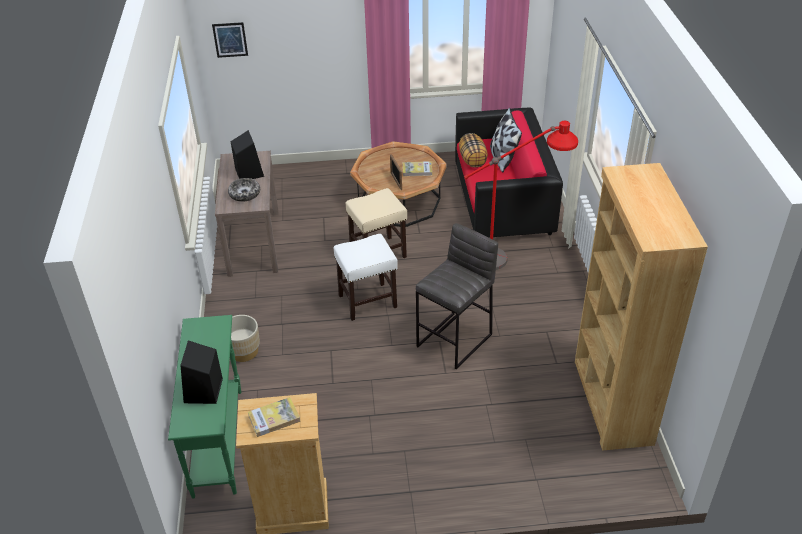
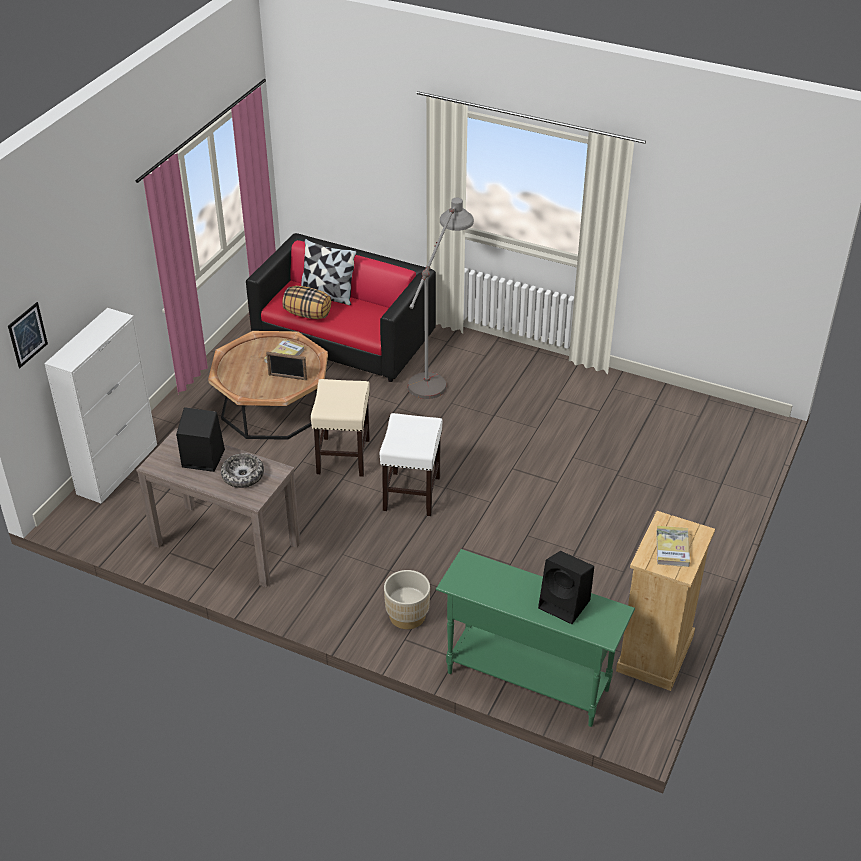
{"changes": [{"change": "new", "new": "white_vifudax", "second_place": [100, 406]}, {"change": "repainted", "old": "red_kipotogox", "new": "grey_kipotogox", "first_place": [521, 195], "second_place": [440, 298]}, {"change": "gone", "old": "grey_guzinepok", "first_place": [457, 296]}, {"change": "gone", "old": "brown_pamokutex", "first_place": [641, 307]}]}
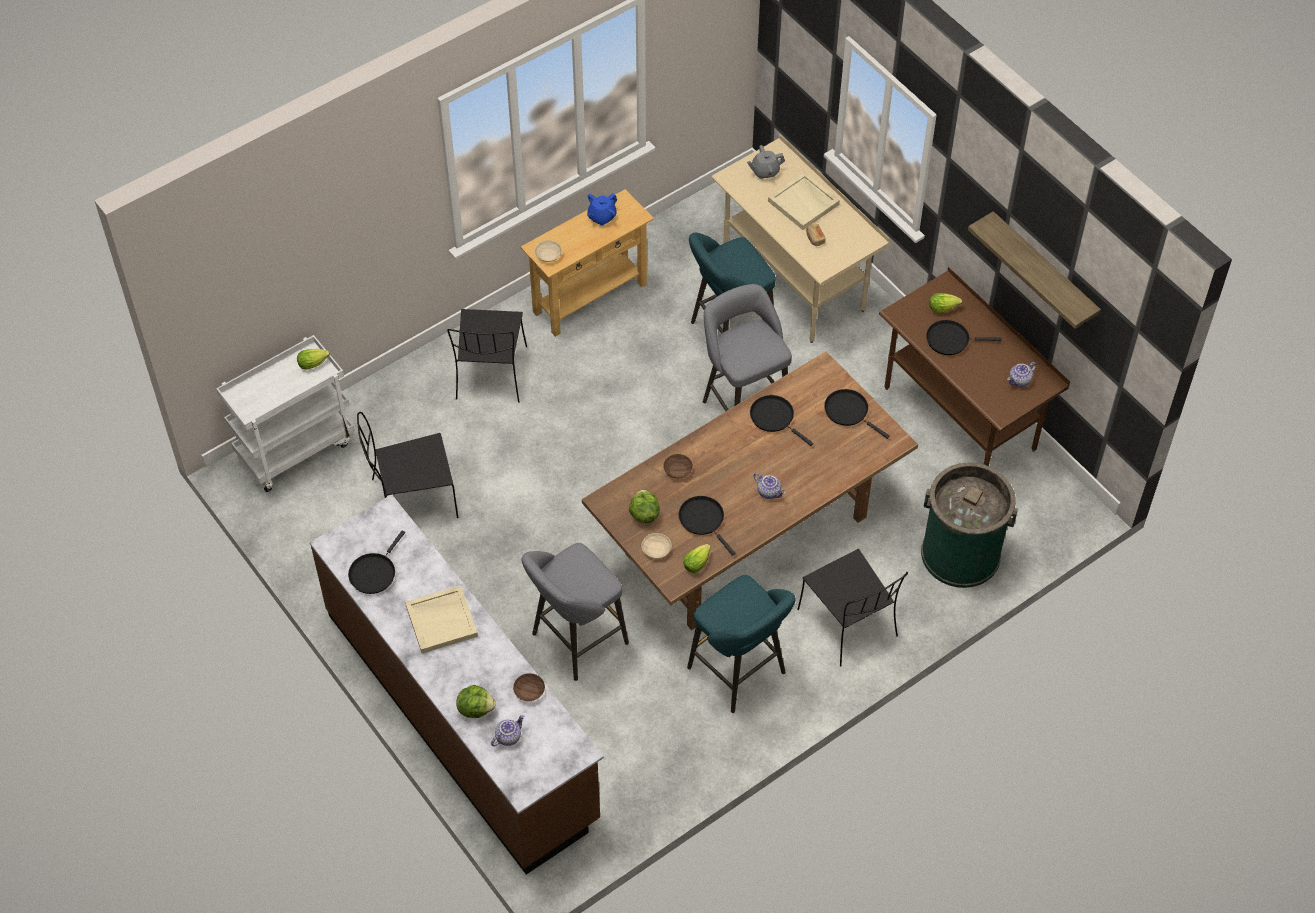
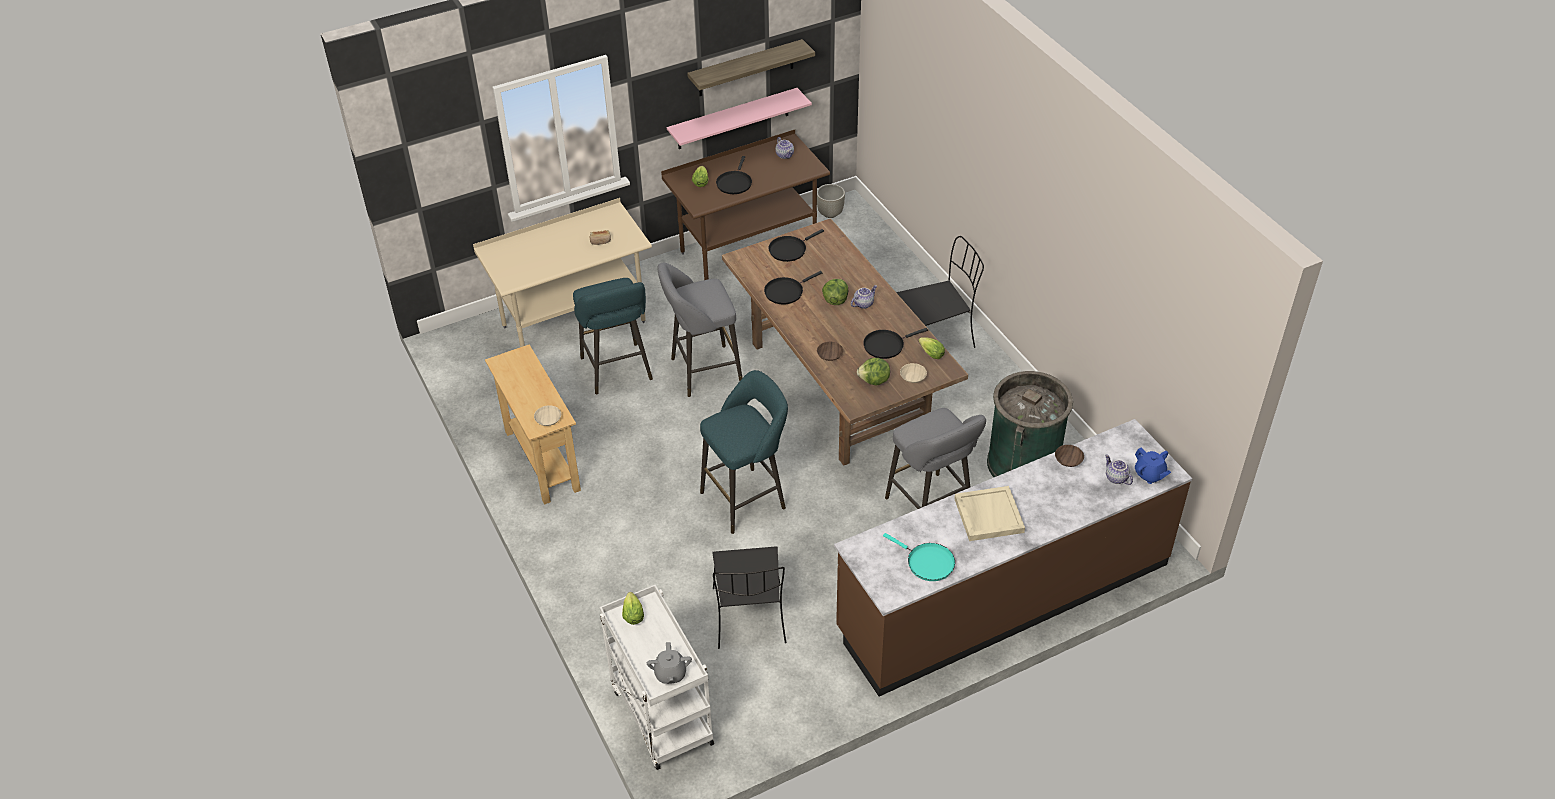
{"changes": [{"change": "shifted", "old": "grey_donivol", "first_place": [766, 162], "second_place": [669, 663]}, {"change": "new", "new": "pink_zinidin", "second_place": [739, 118]}, {"change": "shifted", "old": "turquoise_guzinepok", "first_place": [741, 644], "second_place": [744, 452]}, {"change": "new", "new": "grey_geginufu", "second_place": [831, 201]}, {"change": "shifted", "old": "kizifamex", "first_place": [476, 701], "second_place": [835, 292]}, {"change": "repainted", "old": "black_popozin", "new": "turquoise_popozin", "first_place": [376, 562], "second_place": [919, 557]}, {"change": "shifted", "old": "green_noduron", "first_place": [969, 525], "second_place": [1030, 424]}, {"change": "shifted", "old": "blue_donivol", "first_place": [602, 209], "second_place": [1153, 465]}, {"change": "gone", "old": "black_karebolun", "first_place": [487, 356]}, {"change": "gone", "old": "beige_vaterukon", "first_place": [804, 201]}]}
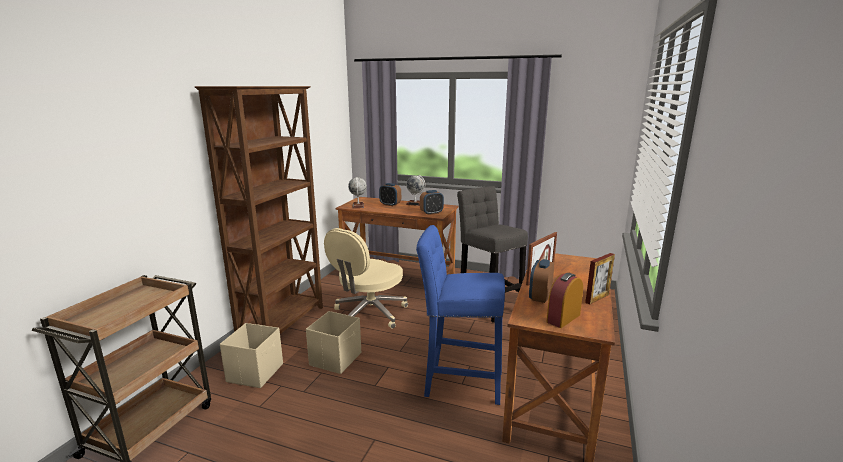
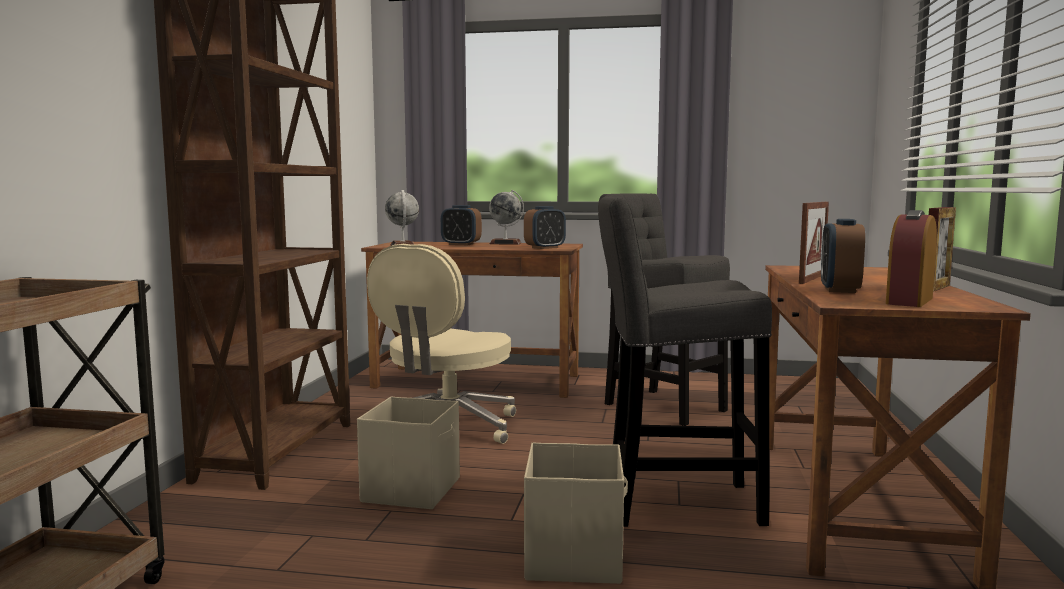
{"changes": [{"change": "shifted", "old": "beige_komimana", "first_place": [251, 355], "second_place": [576, 513]}, {"change": "repainted", "old": "blue_guzinepok", "new": "grey_guzinepok", "first_place": [460, 315], "second_place": [685, 361]}]}
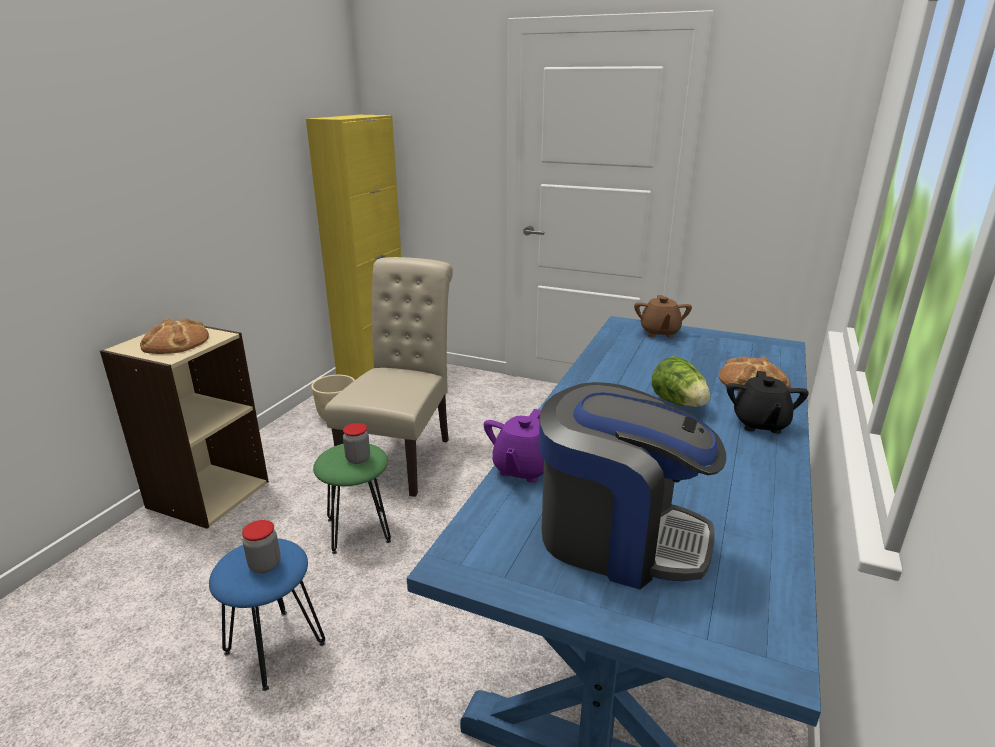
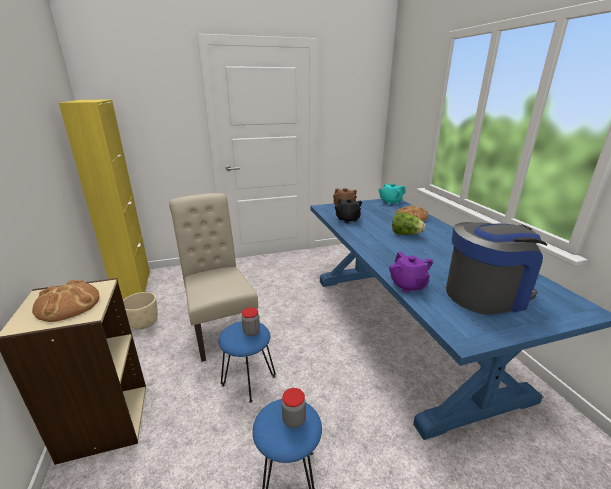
{"changes": [{"change": "repainted", "old": "green_guzinepok", "new": "blue_guzinepok", "first_place": [352, 499], "second_place": [247, 362]}, {"change": "shifted", "old": "black_donivol", "first_place": [768, 402], "second_place": [348, 210]}, {"change": "new", "new": "turquoise_donivol", "second_place": [391, 194]}]}
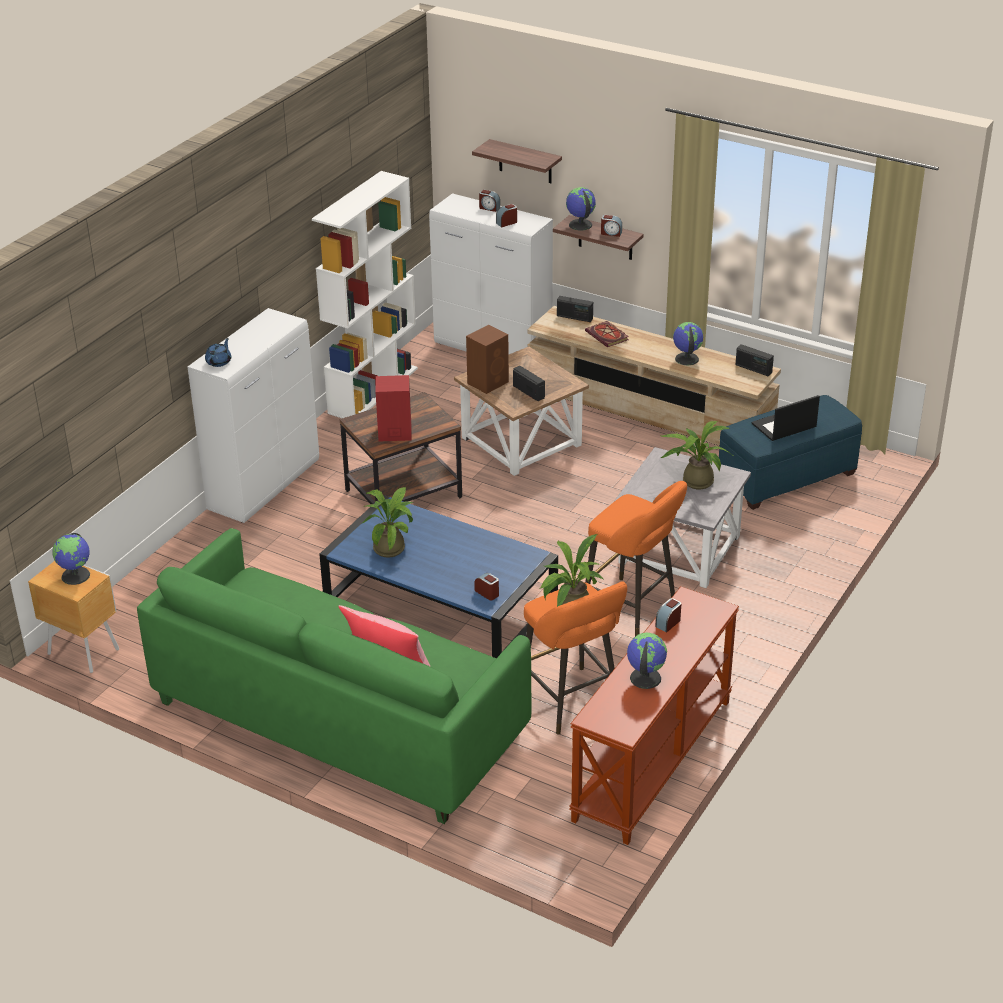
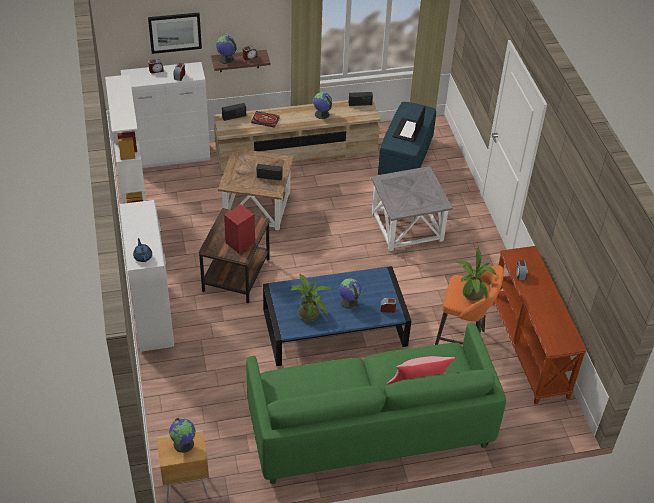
{"changes": [{"change": "swapped", "old": "zinidin", "new": "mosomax", "first_place": [517, 161], "second_place": [175, 33]}, {"change": "shifted", "old": "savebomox", "first_place": [647, 661], "second_place": [350, 293]}, {"change": "gone", "old": "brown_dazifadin", "first_place": [487, 359]}, {"change": "gone", "old": "orange_guzinepok", "first_place": [636, 559]}, {"change": "gone", "old": "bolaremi", "first_place": [698, 455]}]}
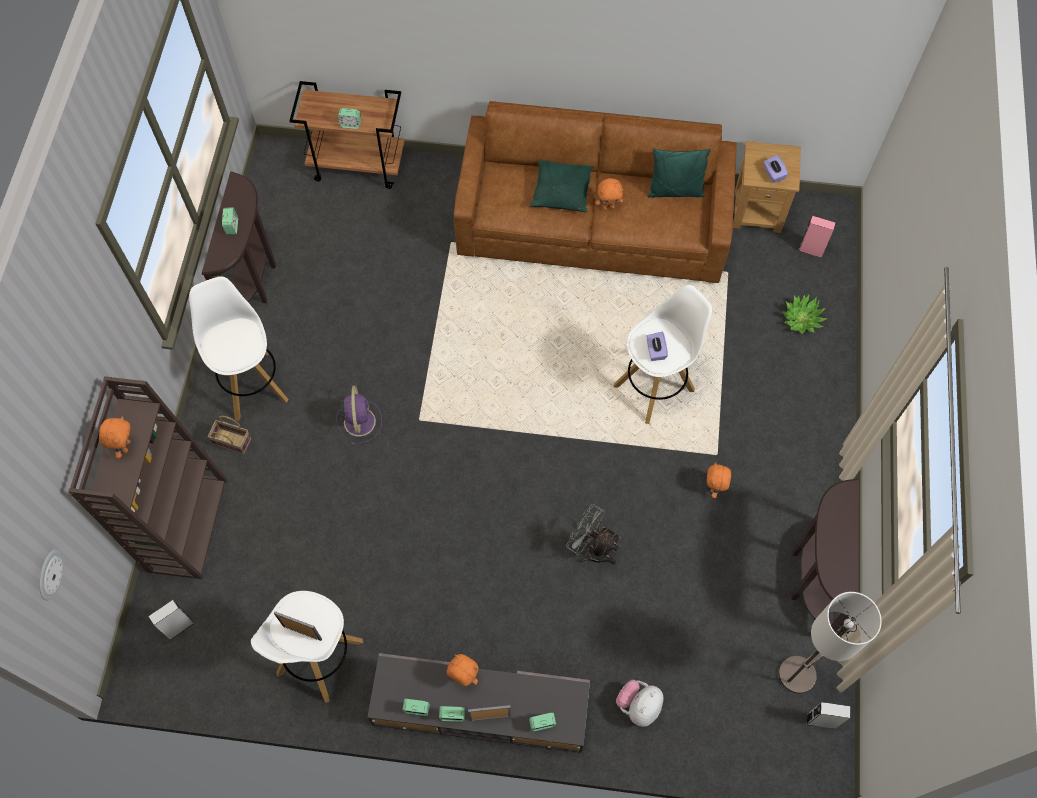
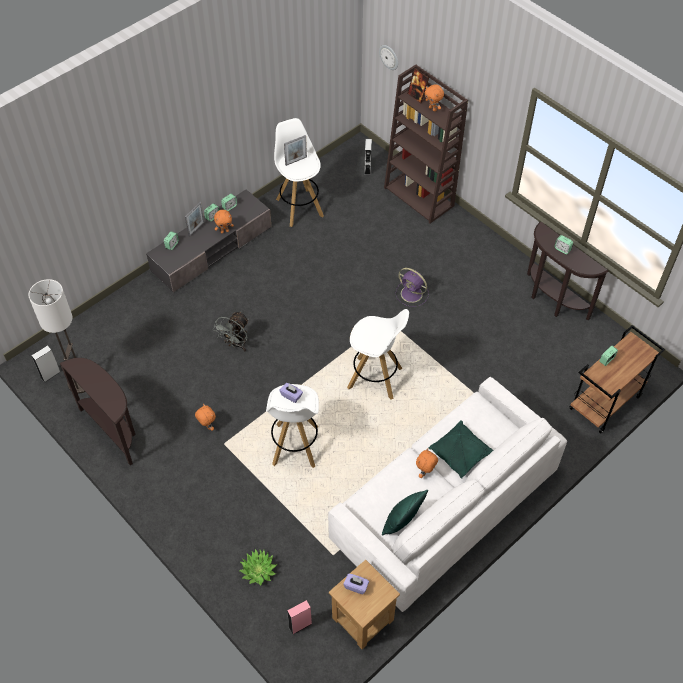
{"changes": [{"change": "rotated", "old": "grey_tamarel", "first_place": [593, 534], "second_place": [231, 331], "degrees": 135}, {"change": "repainted", "old": "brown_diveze", "new": "white_diveze", "first_place": [595, 192], "second_place": [447, 494]}, {"change": "shifted", "old": "white_guzinepok", "first_place": [239, 348], "second_place": [378, 354]}, {"change": "new", "new": "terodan", "second_place": [418, 86]}, {"change": "gone", "old": "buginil", "first_place": [229, 435]}, {"change": "gone", "old": "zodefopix", "first_place": [640, 703]}]}
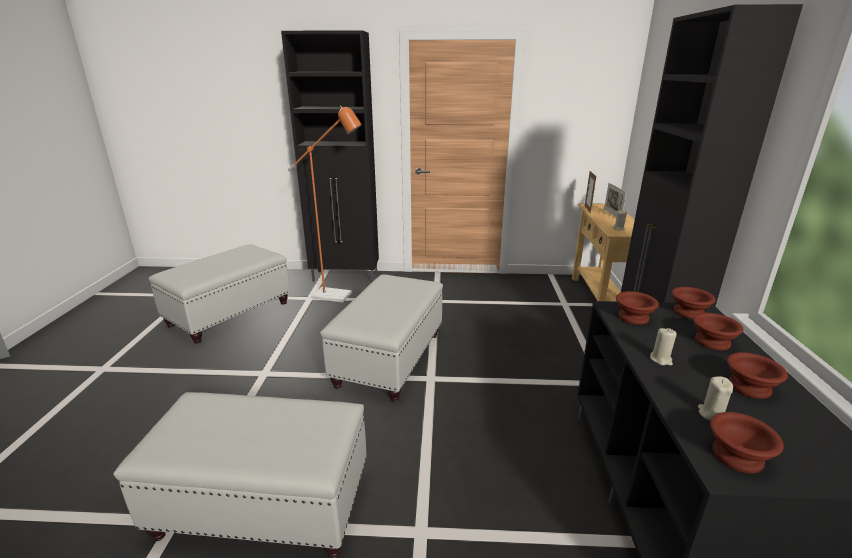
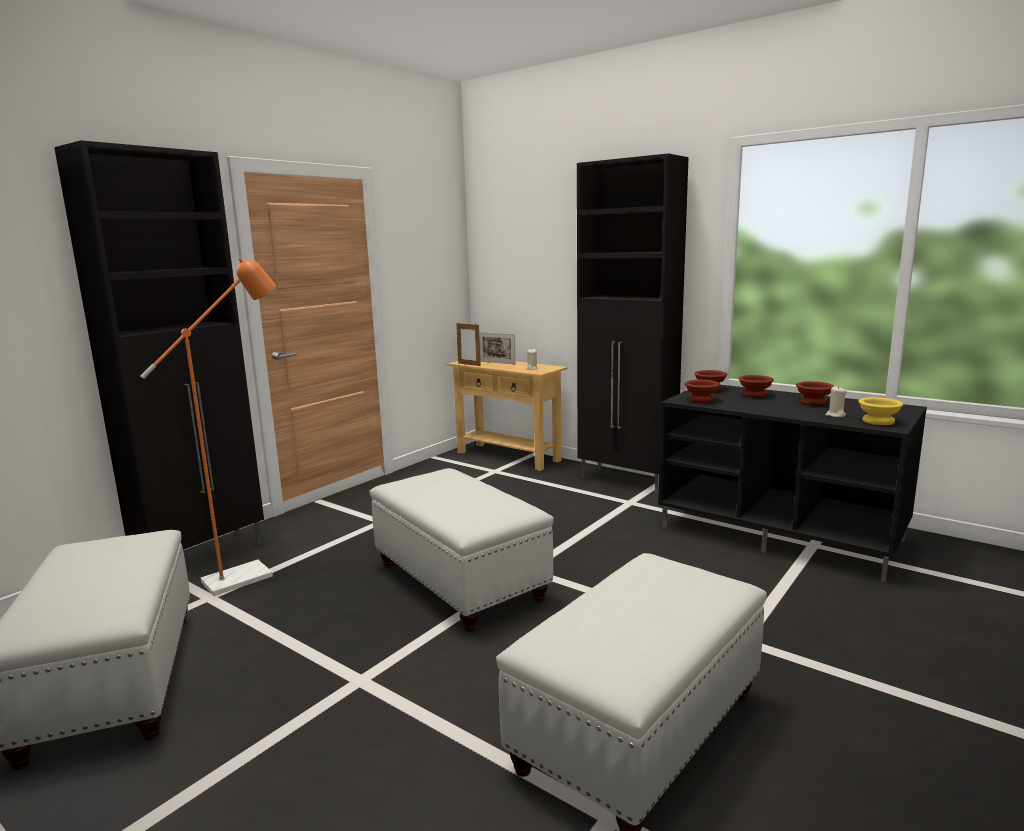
{"changes": [{"change": "repainted", "old": "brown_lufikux", "new": "yellow_lufikux", "first_place": [747, 442], "second_place": [880, 411]}, {"change": "gone", "old": "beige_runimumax", "first_place": [663, 346]}]}
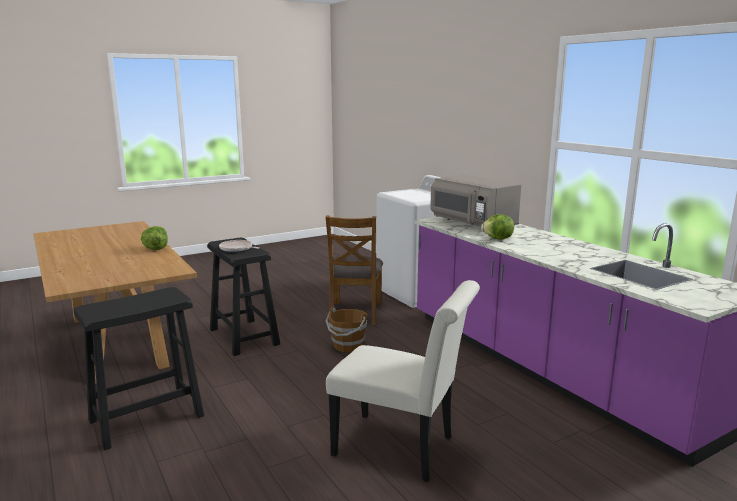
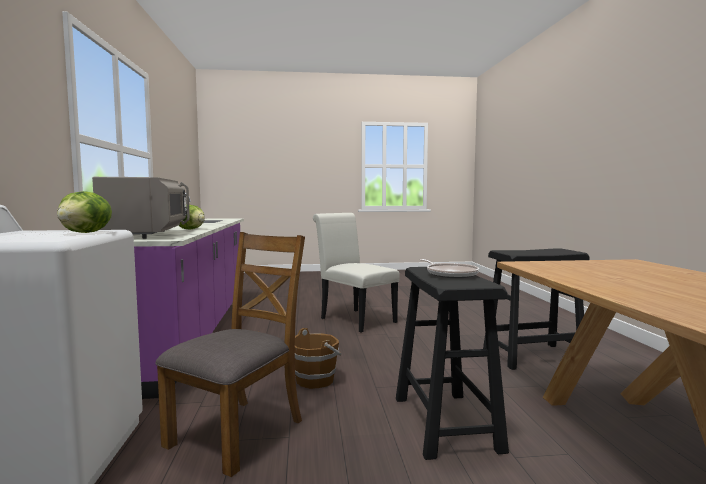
{"changes": [{"change": "shifted", "old": "kizifamex", "first_place": [154, 238], "second_place": [84, 212]}]}
